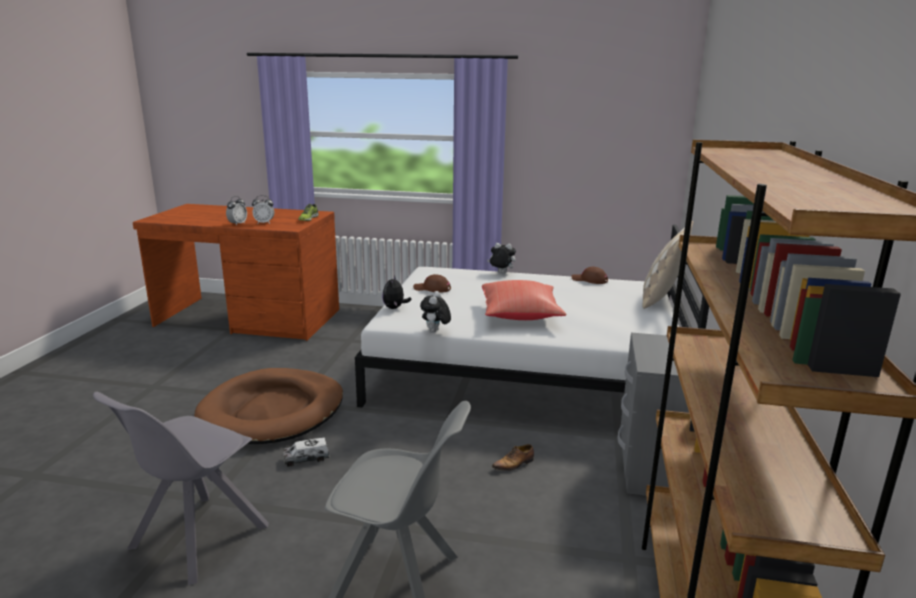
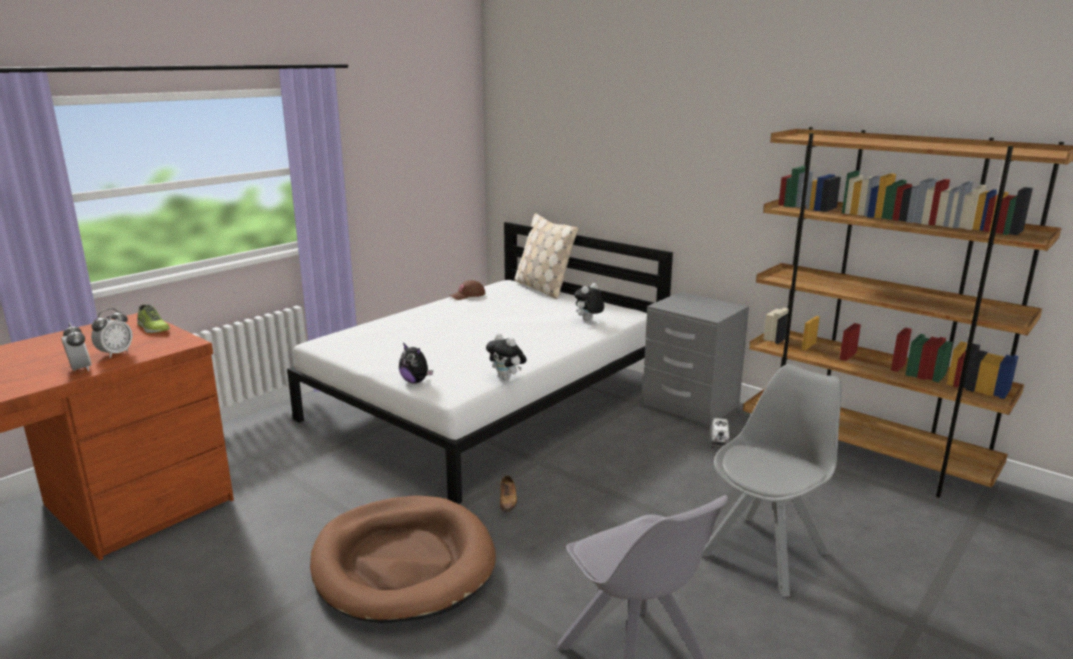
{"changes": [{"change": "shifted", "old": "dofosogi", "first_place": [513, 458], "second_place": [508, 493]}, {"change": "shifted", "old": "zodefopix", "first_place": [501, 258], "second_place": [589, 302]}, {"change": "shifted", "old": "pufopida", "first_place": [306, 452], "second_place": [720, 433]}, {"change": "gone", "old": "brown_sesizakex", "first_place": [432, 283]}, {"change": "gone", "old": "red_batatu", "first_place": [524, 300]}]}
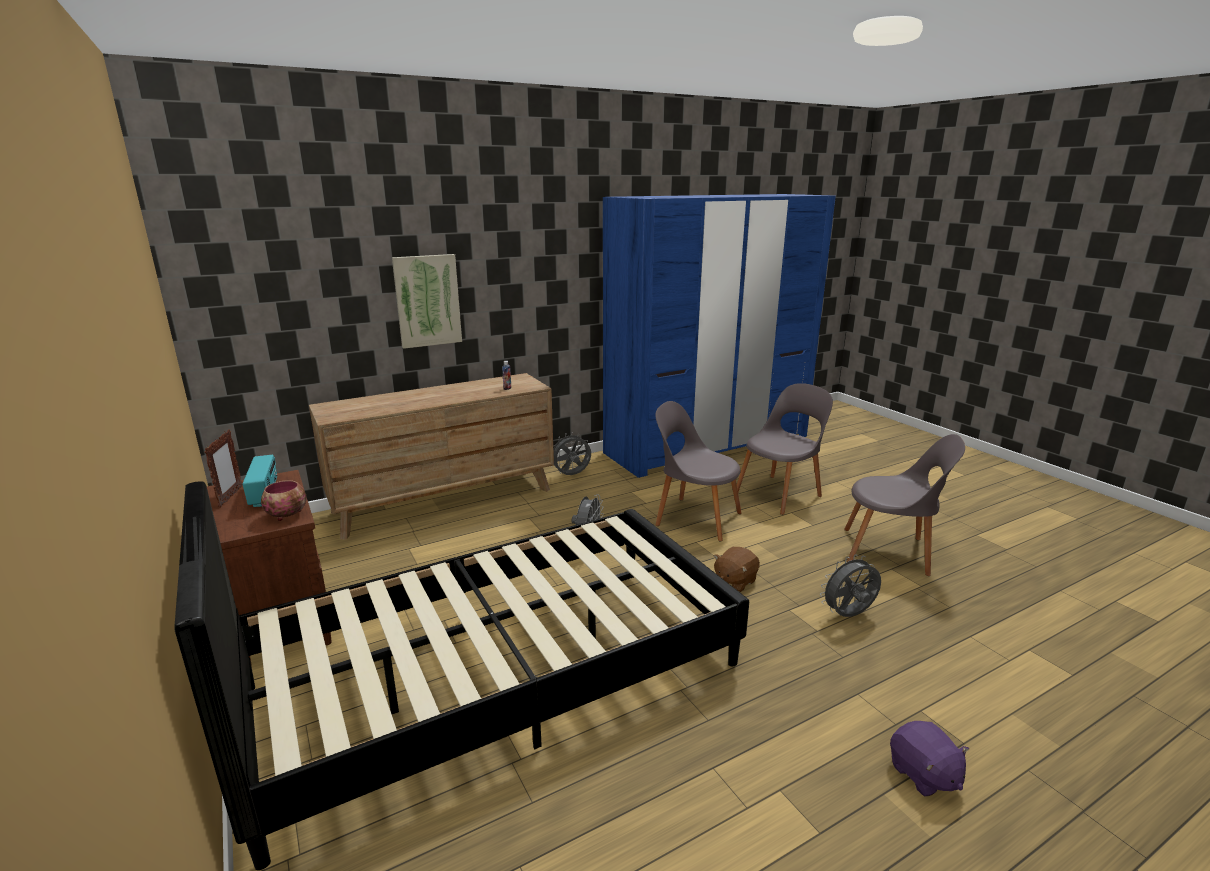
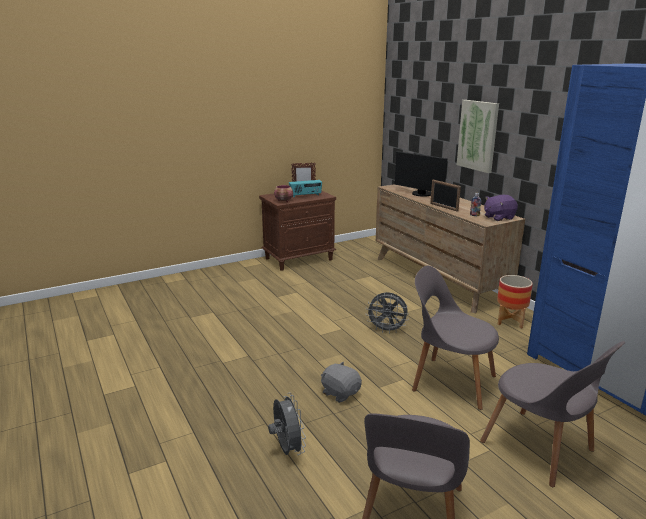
{"changes": [{"change": "repainted", "old": "brown_zodefopix", "new": "grey_zodefopix", "first_place": [736, 569], "second_place": [341, 382]}, {"change": "new", "new": "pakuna", "second_place": [421, 174]}, {"change": "rotated", "old": "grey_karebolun", "first_place": [698, 471], "second_place": [455, 338], "degrees": -90}, {"change": "new", "new": "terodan", "second_place": [445, 196]}, {"change": "shifted", "old": "purple_zodefopix", "first_place": [929, 759], "second_place": [501, 208]}, {"change": "swapped", "old": "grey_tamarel", "new": "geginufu", "first_place": [571, 453], "second_place": [515, 302]}, {"change": "gone", "old": "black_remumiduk", "first_place": [461, 675]}]}
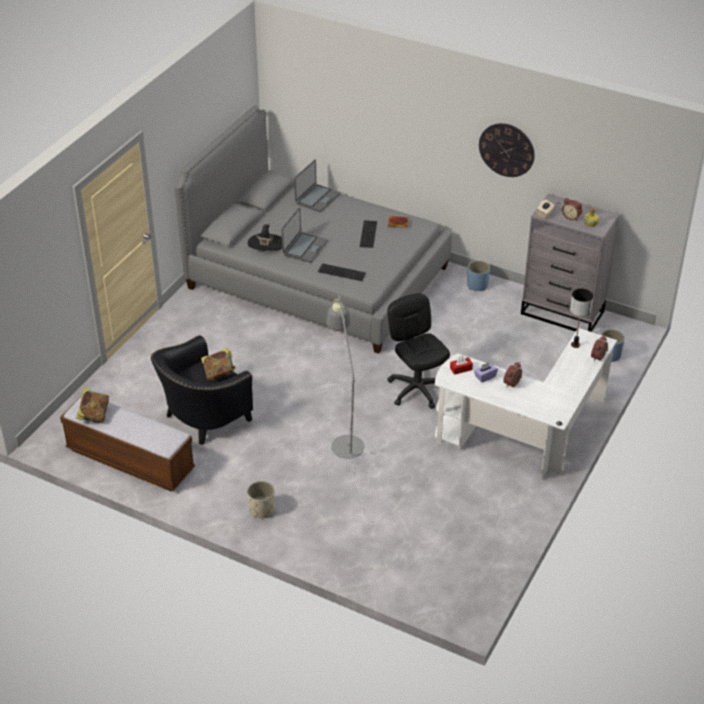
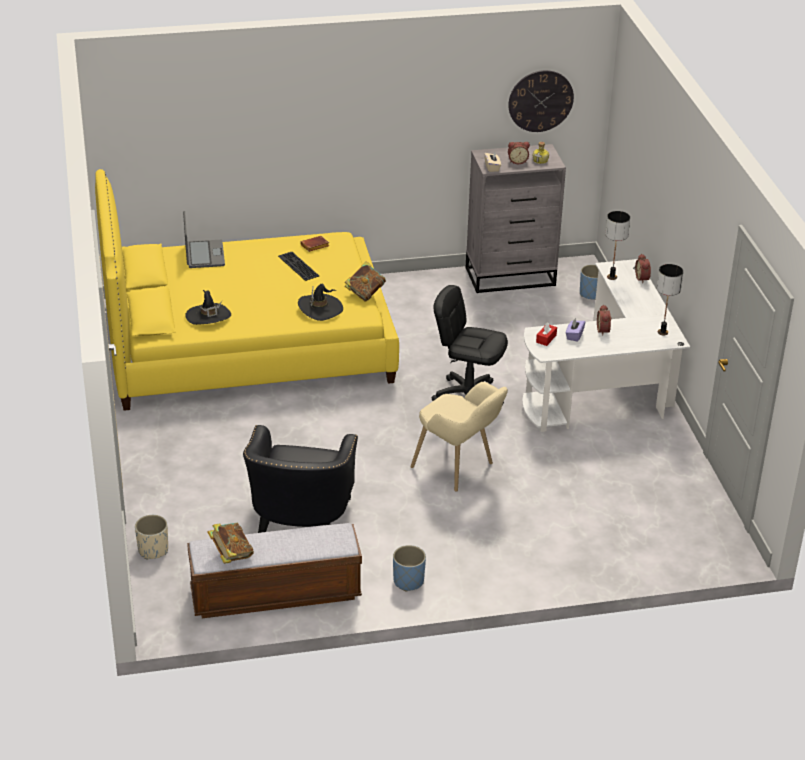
{"changes": [{"change": "repainted", "old": "grey_remumiduk", "new": "yellow_remumiduk", "first_place": [313, 230], "second_place": [247, 290]}, {"change": "shifted", "old": "beige_geginufu", "first_place": [260, 499], "second_place": [151, 537]}, {"change": "swapped", "old": "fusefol", "new": "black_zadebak", "first_place": [342, 272], "second_place": [320, 302]}, {"change": "shifted", "old": "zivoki", "first_place": [218, 365], "second_place": [365, 281]}, {"change": "shifted", "old": "blue_geginufu", "first_place": [478, 275], "second_place": [409, 568]}, {"change": "swapped", "old": "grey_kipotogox", "new": "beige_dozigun", "first_place": [345, 403], "second_place": [459, 437]}, {"change": "shifted", "old": "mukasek", "first_place": [507, 150], "second_place": [541, 101]}, {"change": "new", "new": "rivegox", "second_place": [670, 300]}, {"change": "gone", "old": "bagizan", "first_place": [305, 235]}]}
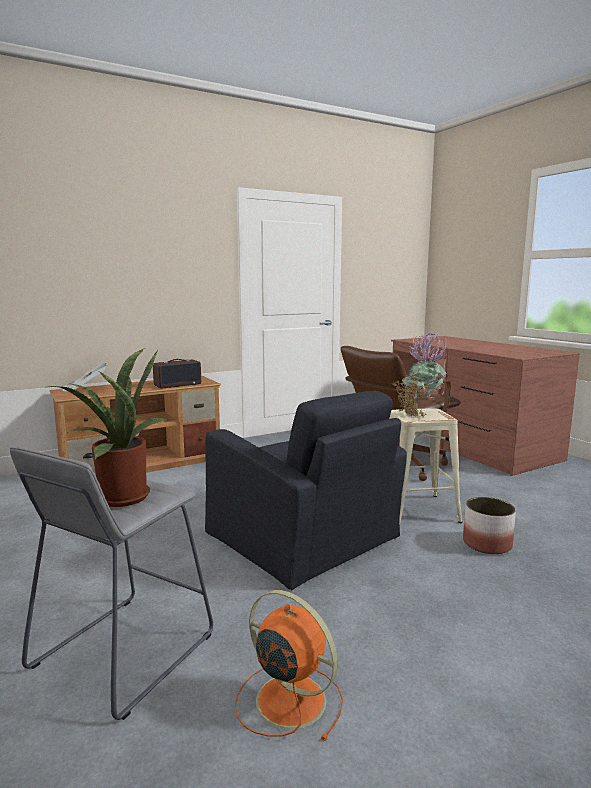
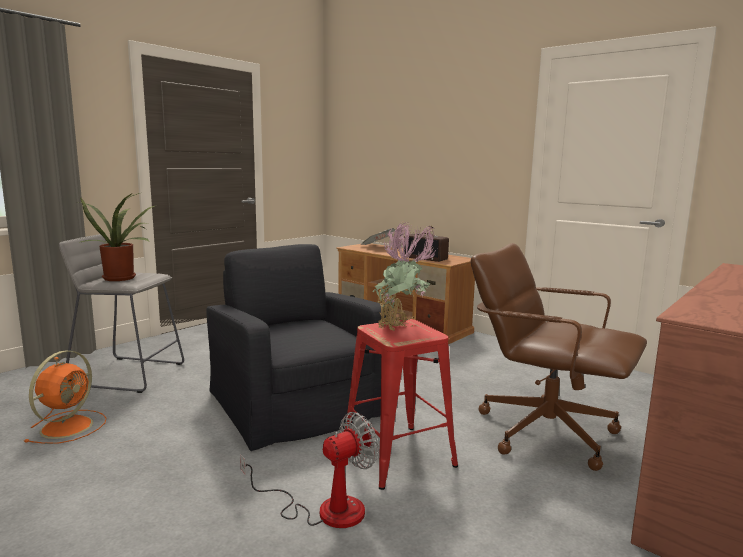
{"changes": [{"change": "rotated", "old": "black_dozigun", "first_place": [306, 491], "second_place": [297, 347], "degrees": 120}, {"change": "swapped", "old": "geginufu", "new": "tamarel", "first_place": [489, 525], "second_place": [309, 470]}, {"change": "repainted", "old": "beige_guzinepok", "new": "red_guzinepok", "first_place": [425, 465], "second_place": [401, 404]}]}
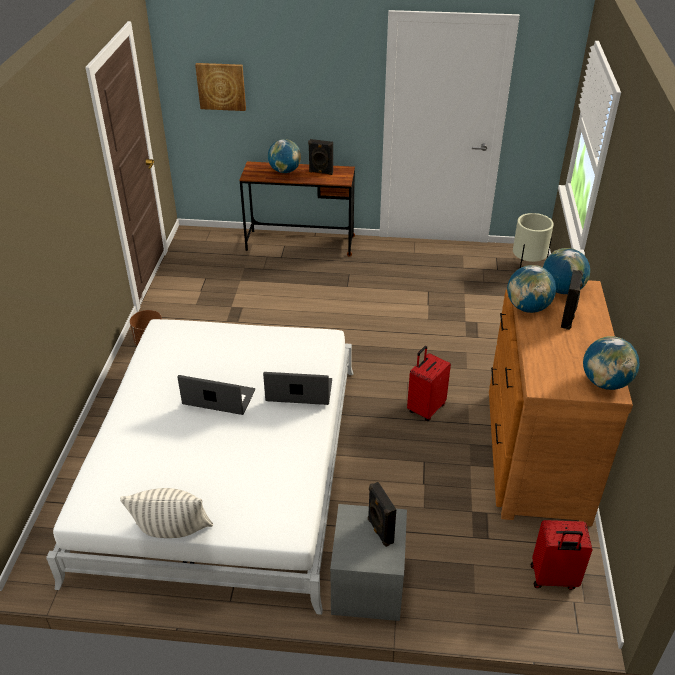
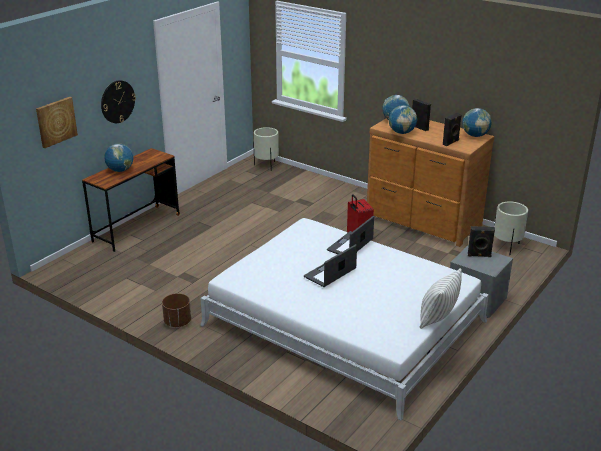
{"changes": [{"change": "new", "new": "mukasek", "second_place": [118, 101]}, {"change": "shifted", "old": "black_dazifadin", "first_place": [320, 157], "second_place": [452, 129]}, {"change": "swapped", "old": "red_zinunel", "new": "beige_geginufu", "first_place": [562, 555], "second_place": [511, 228]}]}
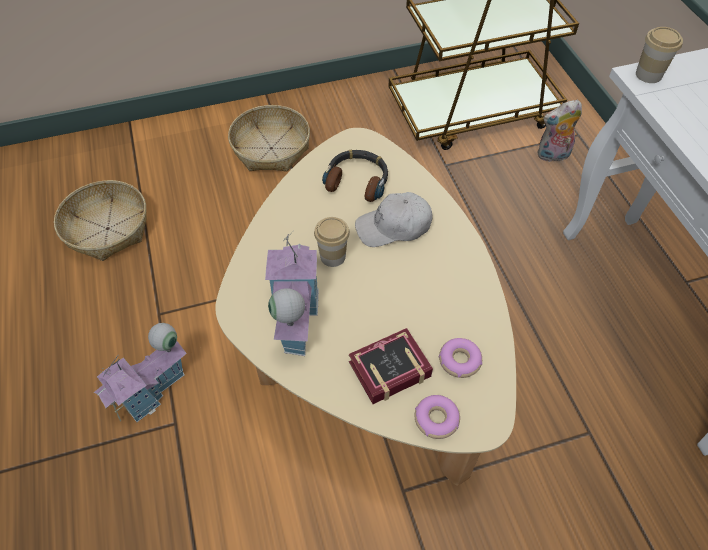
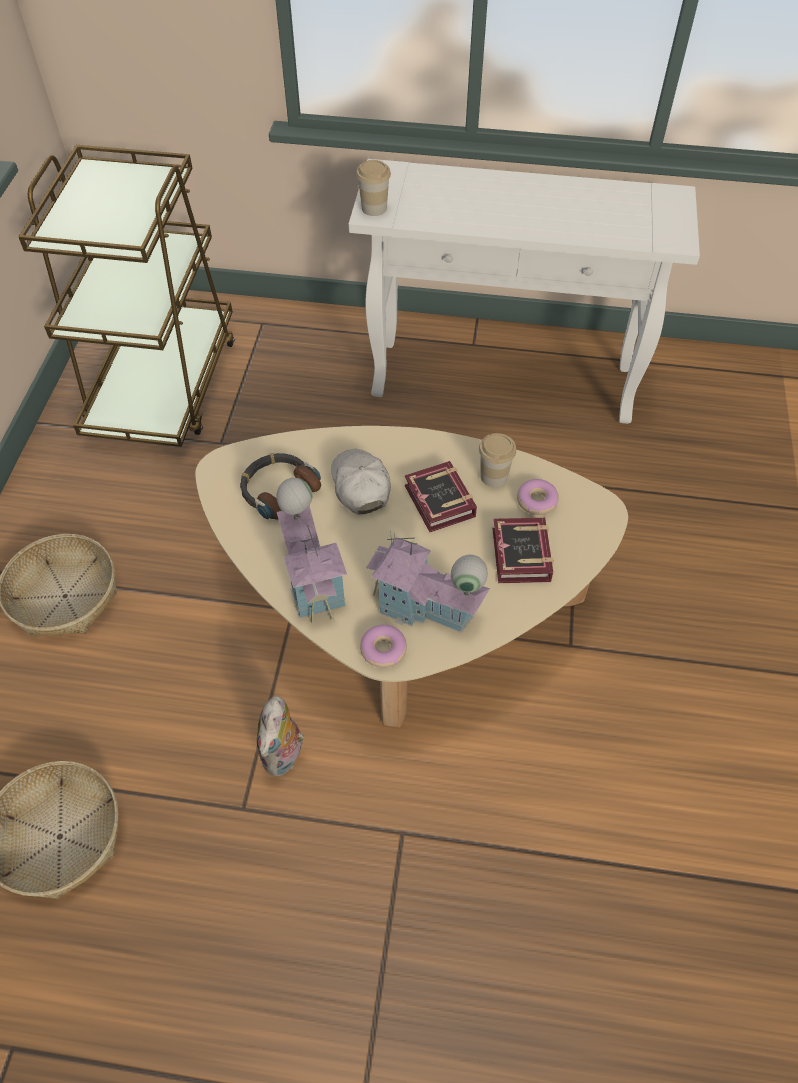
{"changes": [{"change": "shifted", "old": "zodefopix", "first_place": [559, 131], "second_place": [280, 736]}, {"change": "shifted", "old": "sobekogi", "first_place": [140, 372], "second_place": [311, 550]}, {"change": "rotated", "old": "white_sesizakex", "first_place": [394, 219], "second_place": [361, 481], "degrees": 150}, {"change": "shifted", "old": "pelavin", "first_place": [437, 417], "second_place": [383, 646]}, {"change": "new", "new": "zivoki", "second_place": [441, 496]}, {"change": "shifted", "old": "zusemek", "first_place": [332, 242], "second_place": [497, 460]}]}
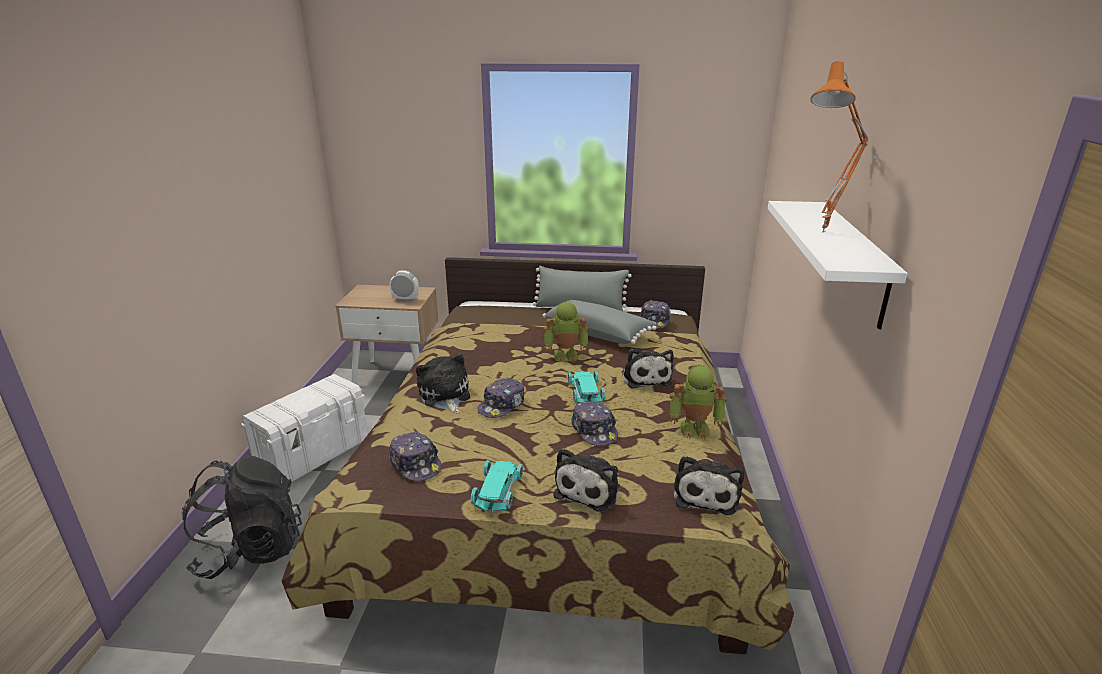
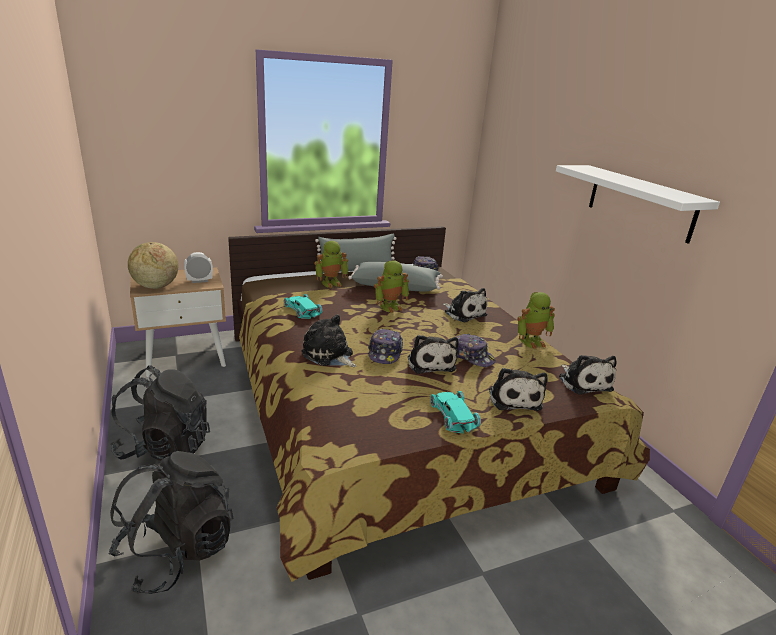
{"changes": [{"change": "swapped", "old": "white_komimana", "new": "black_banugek", "first_place": [304, 428], "second_place": [160, 413]}, {"change": "new", "new": "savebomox", "second_place": [153, 265]}, {"change": "shifted", "old": "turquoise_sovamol", "first_place": [586, 387], "second_place": [303, 306]}, {"change": "new", "new": "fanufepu", "second_place": [331, 264]}, {"change": "new", "new": "zodefopix", "second_place": [433, 354]}, {"change": "gone", "old": "sesizakex", "first_place": [415, 456]}, {"change": "gone", "old": "orange_rivegox", "first_place": [839, 146]}]}
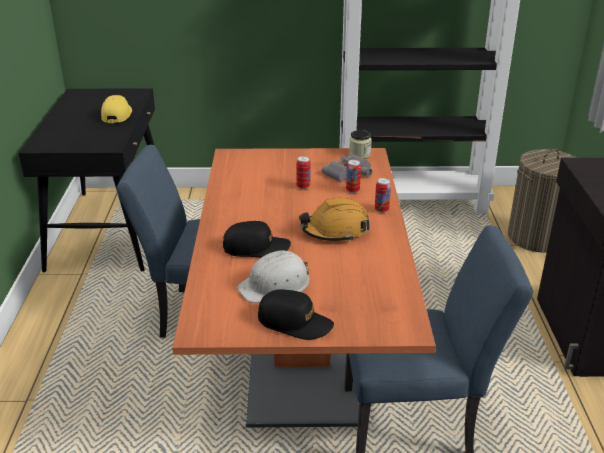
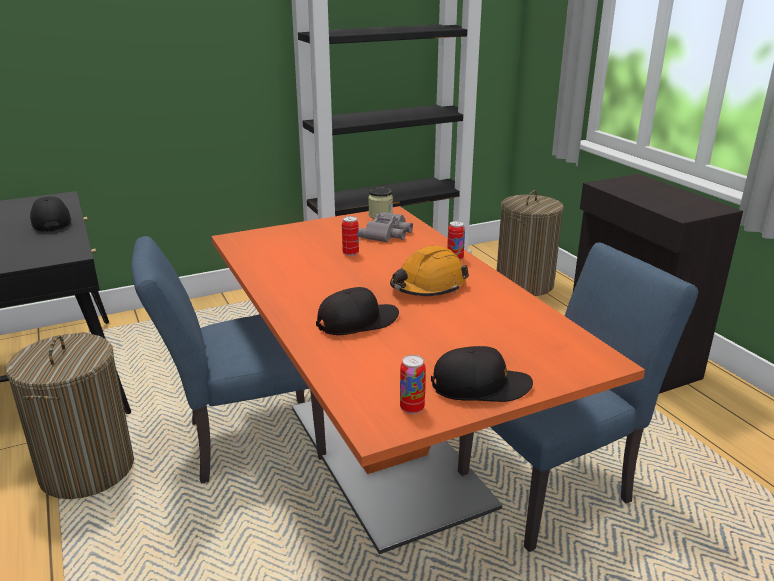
{"changes": [{"change": "new", "new": "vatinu", "second_place": [70, 415]}, {"change": "repainted", "old": "yellow_sesizakex", "new": "black_sesizakex", "first_place": [116, 109], "second_place": [50, 214]}, {"change": "shifted", "old": "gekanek", "first_place": [353, 176], "second_place": [413, 384]}, {"change": "gone", "old": "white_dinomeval", "first_place": [273, 276]}]}
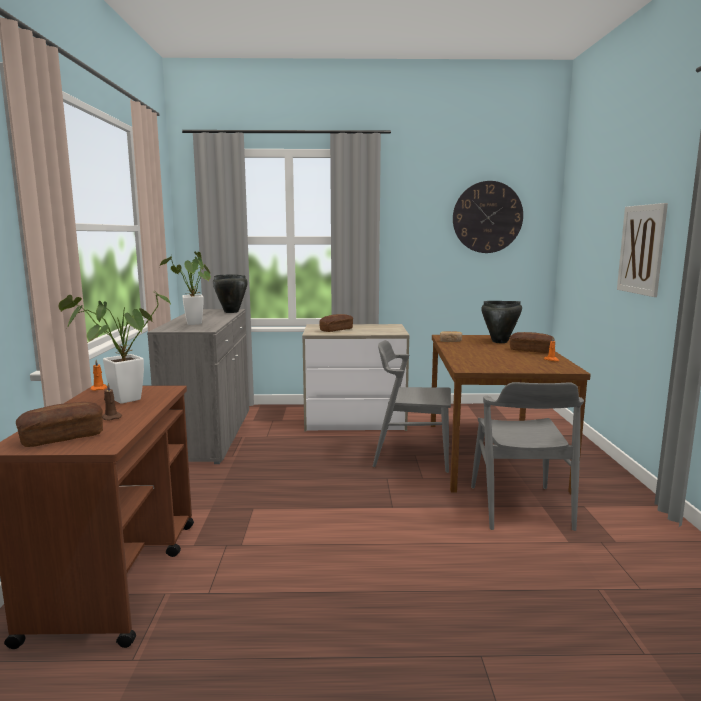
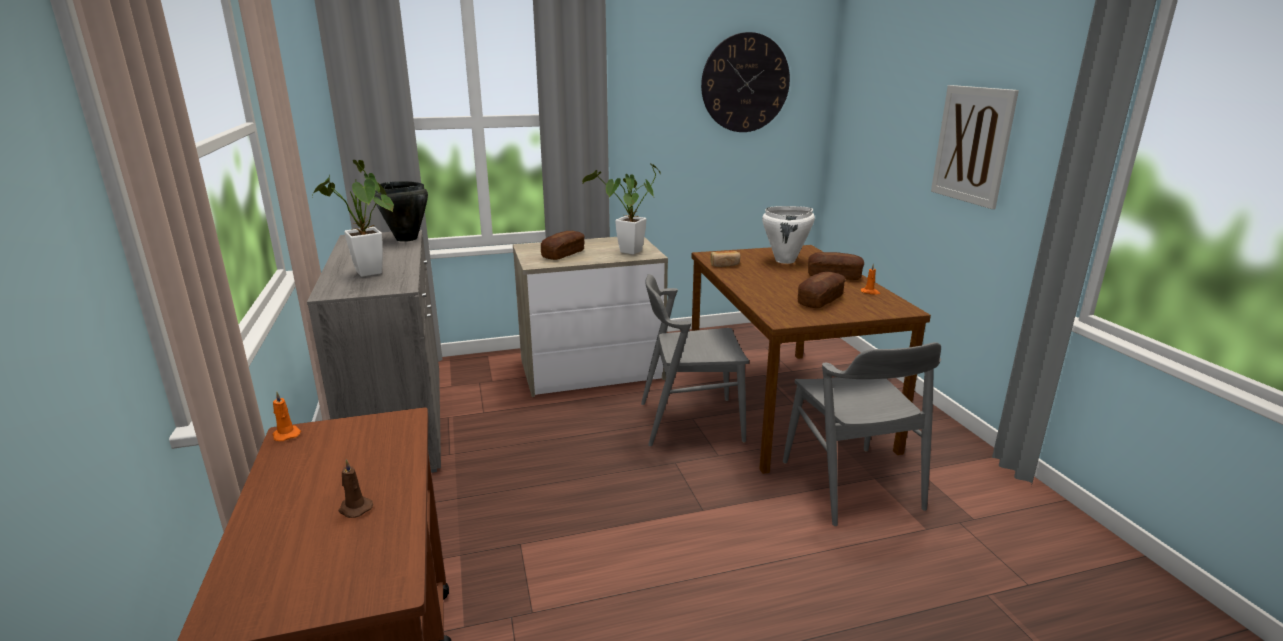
{"changes": [{"change": "shifted", "old": "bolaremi", "first_place": [115, 348], "second_place": [621, 209]}, {"change": "repainted", "old": "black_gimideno", "new": "white_gimideno", "first_place": [501, 322], "second_place": [788, 235]}, {"change": "shifted", "old": "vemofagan", "first_place": [59, 424], "second_place": [822, 290]}]}
